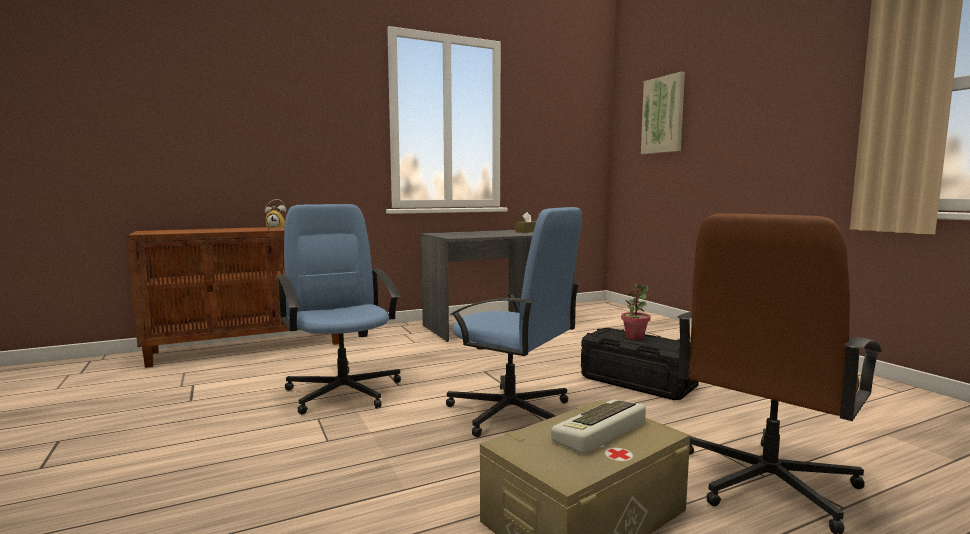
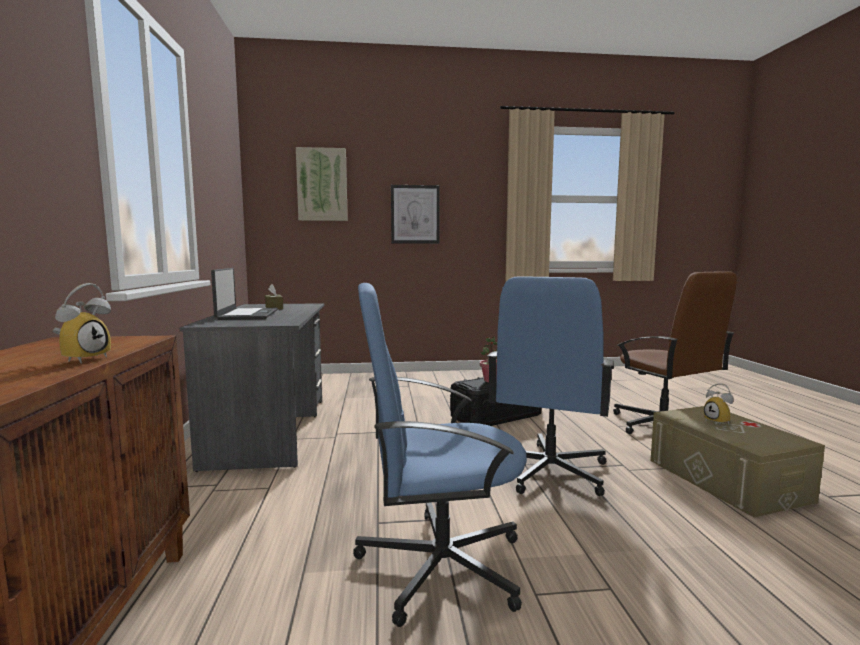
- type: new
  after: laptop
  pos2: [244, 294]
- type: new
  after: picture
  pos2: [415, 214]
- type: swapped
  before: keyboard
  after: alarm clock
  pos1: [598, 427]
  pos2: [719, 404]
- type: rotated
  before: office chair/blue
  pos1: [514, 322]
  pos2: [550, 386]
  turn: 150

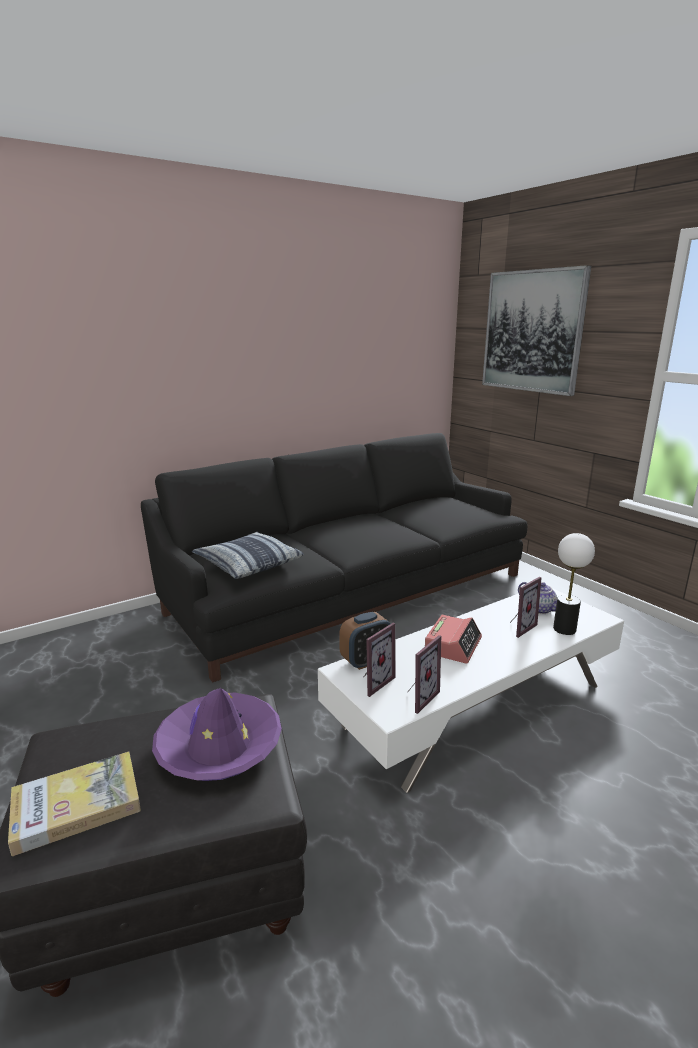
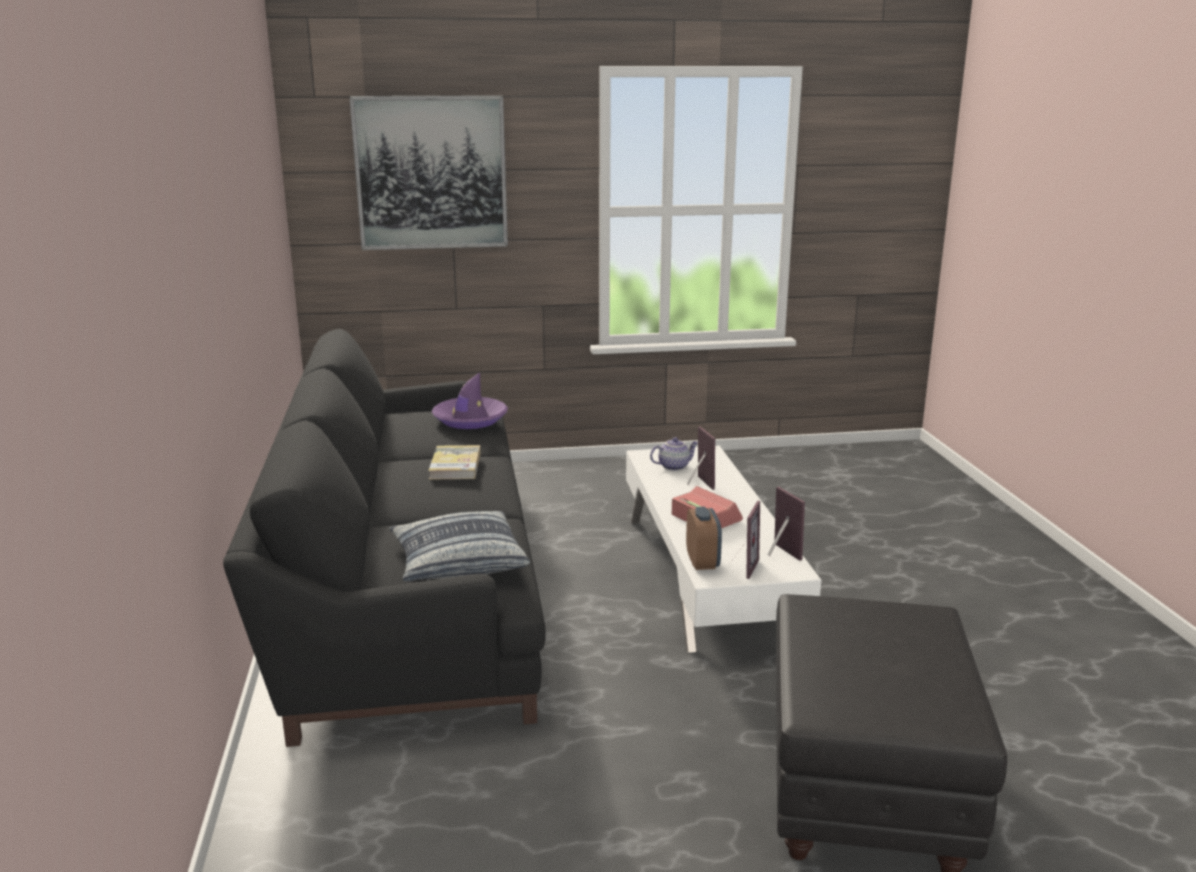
- type: gone
  before: table lamp
  pos1: [574, 584]
- type: shifted
  before: book
  pos1: [74, 803]
  pos2: [454, 462]
- type: shifted
  before: hat/purple
  pos1: [217, 734]
  pos2: [470, 400]
- type: rotated
  before: picture frame
  pos1: [379, 660]
  pos2: [745, 540]
  turn: 45

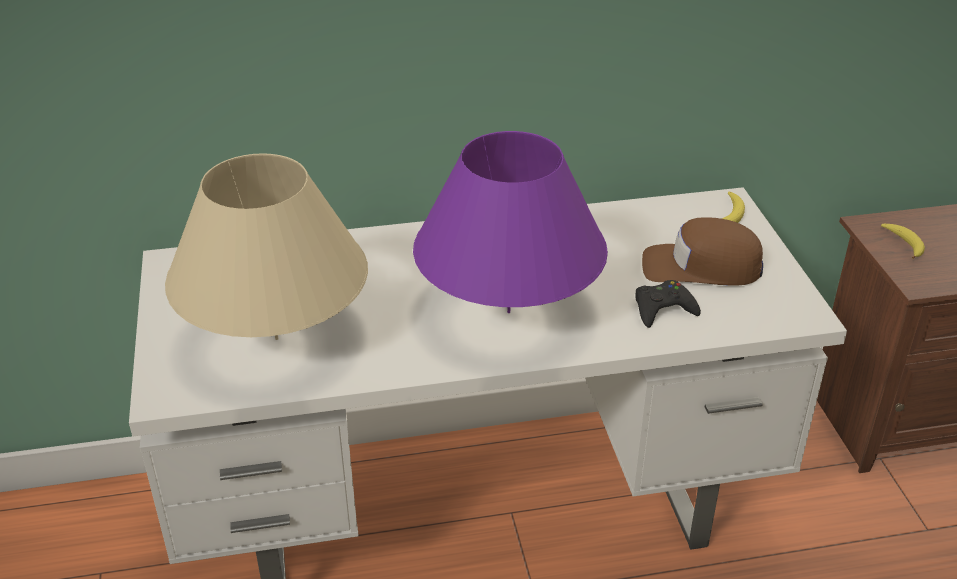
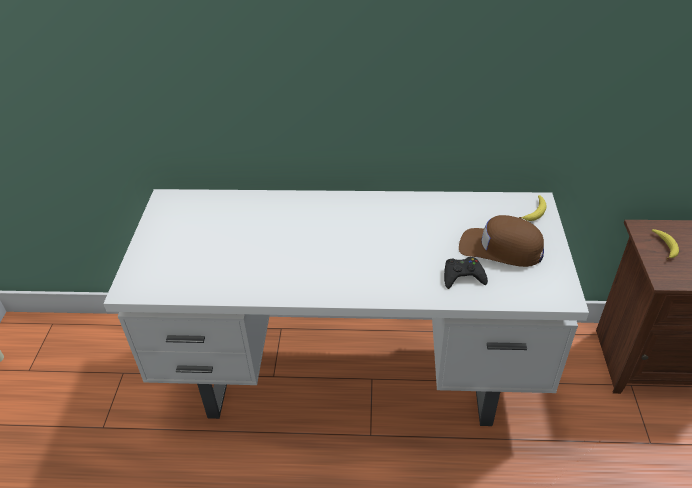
- type: gone
  before: table lamp/beige
  pos1: [266, 246]
- type: gone
  before: table lamp/purple
  pos1: [510, 222]

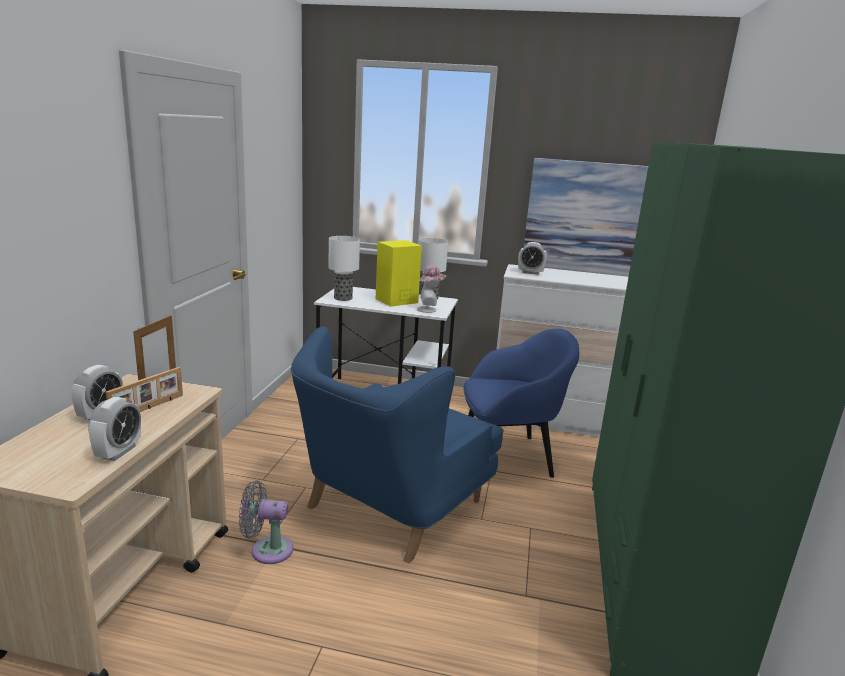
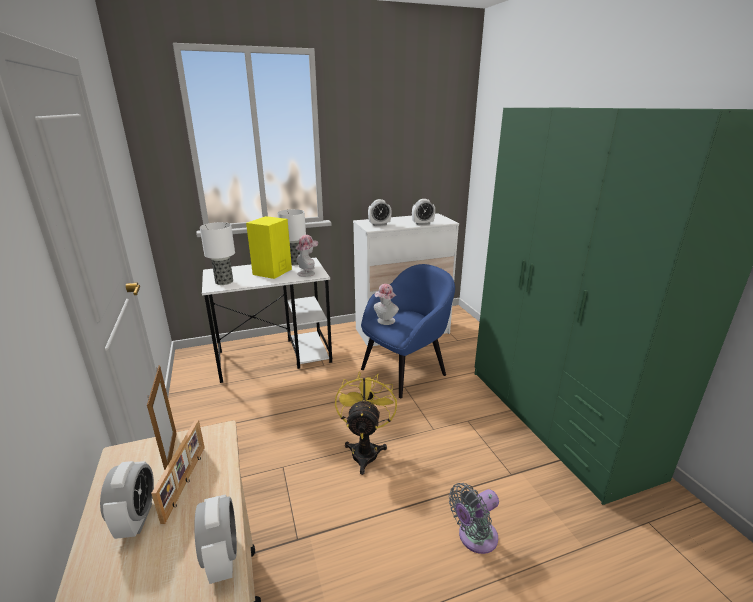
- type: gone
  before: picture
  pos1: [586, 217]
- type: new
  after: hat
  pos2: [386, 304]
- type: new
  after: alarm clock
  pos2: [423, 212]
- type: shifted
  before: fan/grey
  pos1: [266, 522]
  pos2: [474, 518]
- type: swapped
  before: armchair/blue
  after: fan/yellow
  pos1: [397, 445]
  pos2: [366, 423]

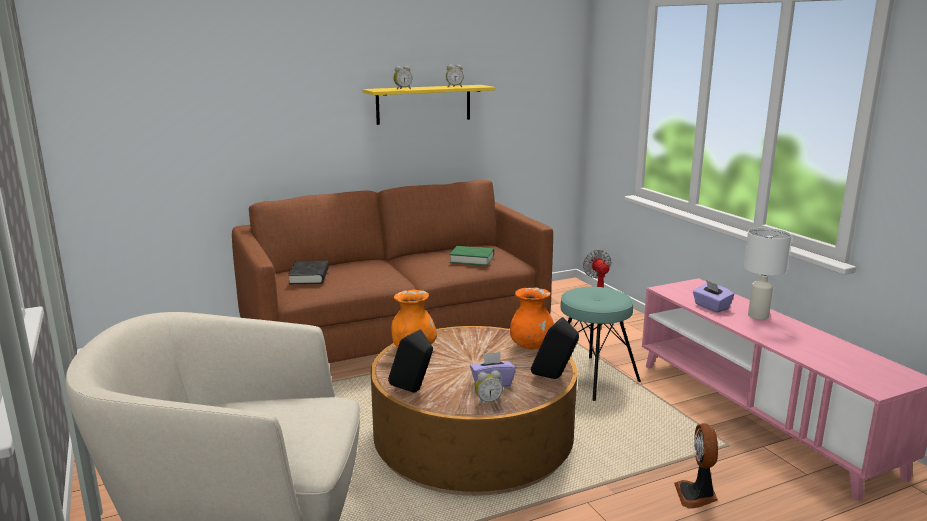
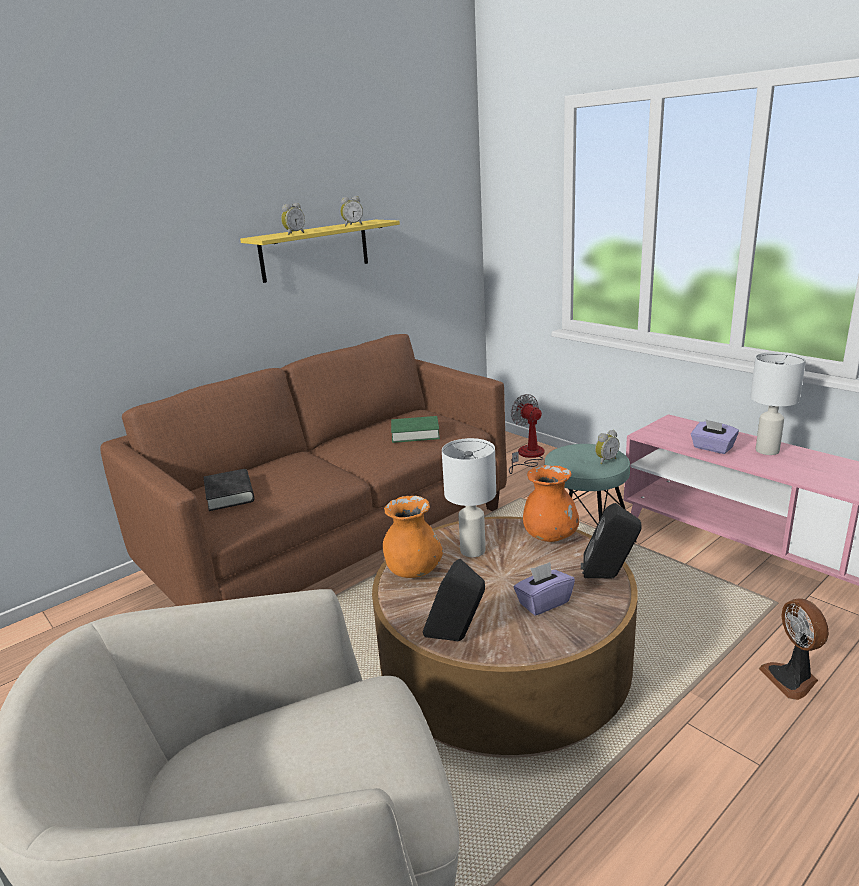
- type: new
  after: table lamp/white
  pos2: [469, 497]
- type: shifted
  before: alarm clock
  pos1: [489, 388]
  pos2: [607, 447]

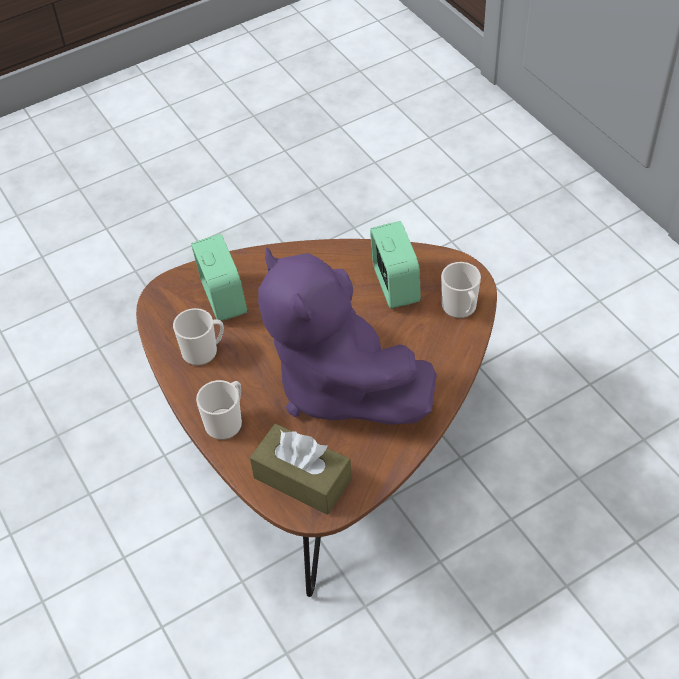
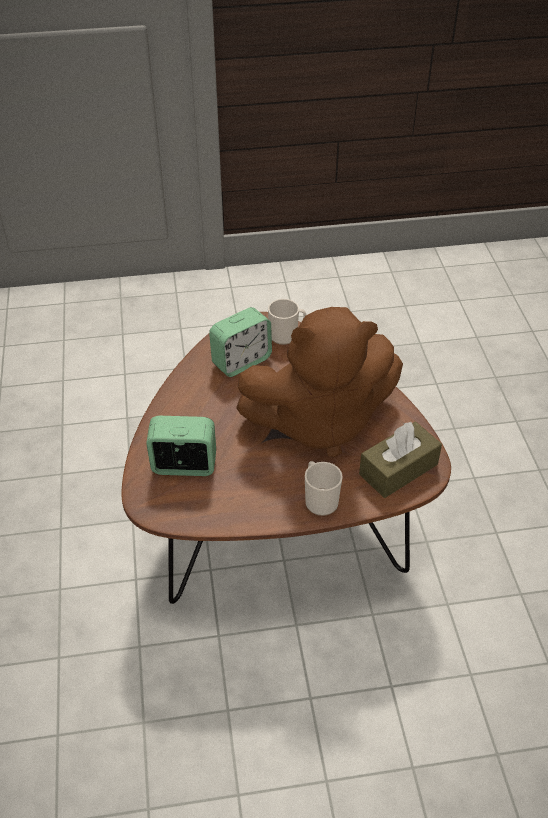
- type: gone
  before: mug
  pos1: [198, 337]
- type: repainted
  before: plush toy/purple
  after: plush toy/brown
  pos1: [347, 336]
  pos2: [319, 382]
- type: rotated
  before: alarm clock
  pos1: [395, 265]
  pos2: [240, 342]
  turn: 135

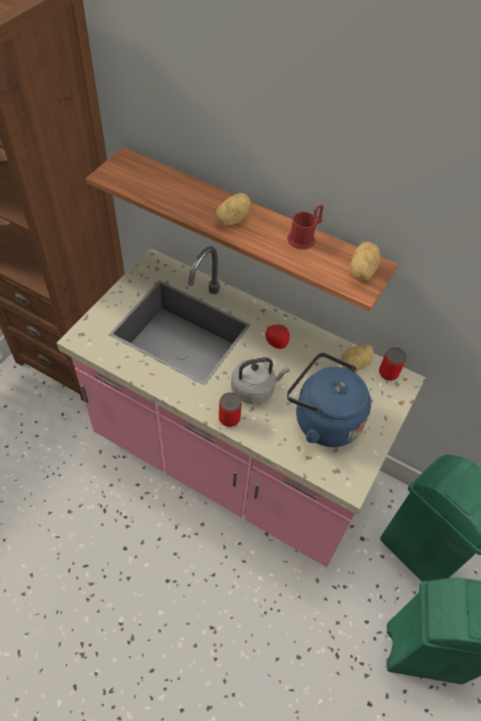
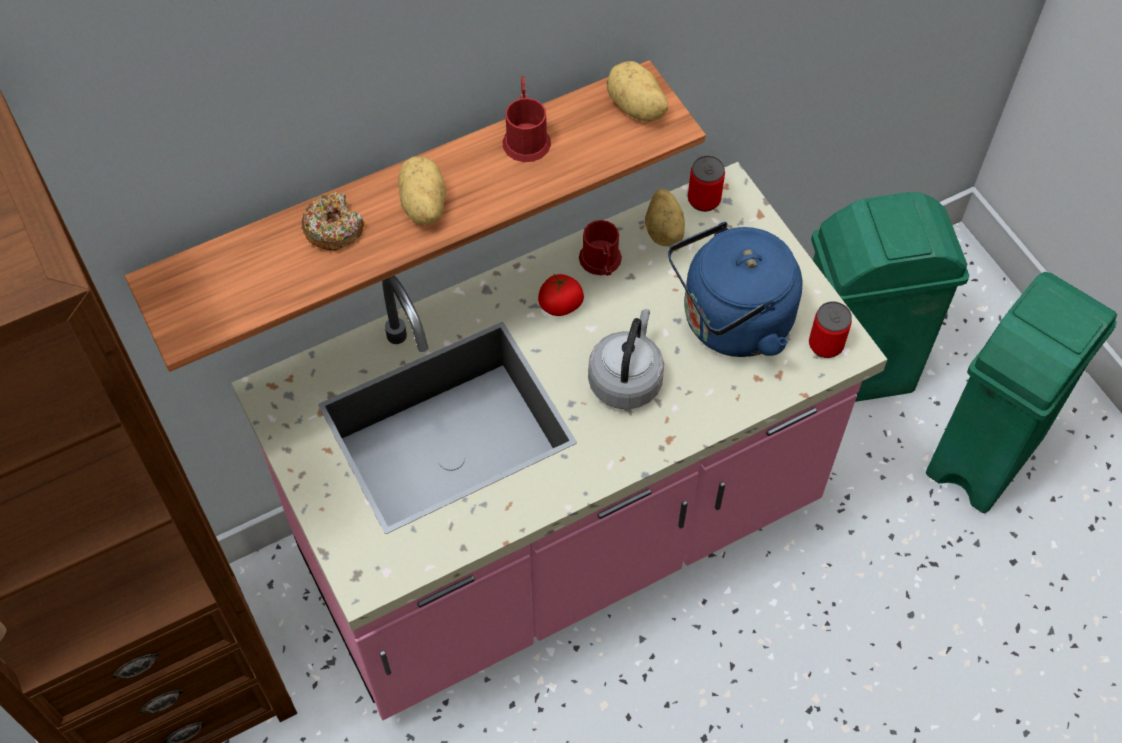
- type: new
  after: donut
  pos2: [333, 221]
- type: new
  after: mug/red
  pos2: [600, 248]
- type: shifted
  before: can
  pos1: [230, 409]
  pos2: [830, 330]

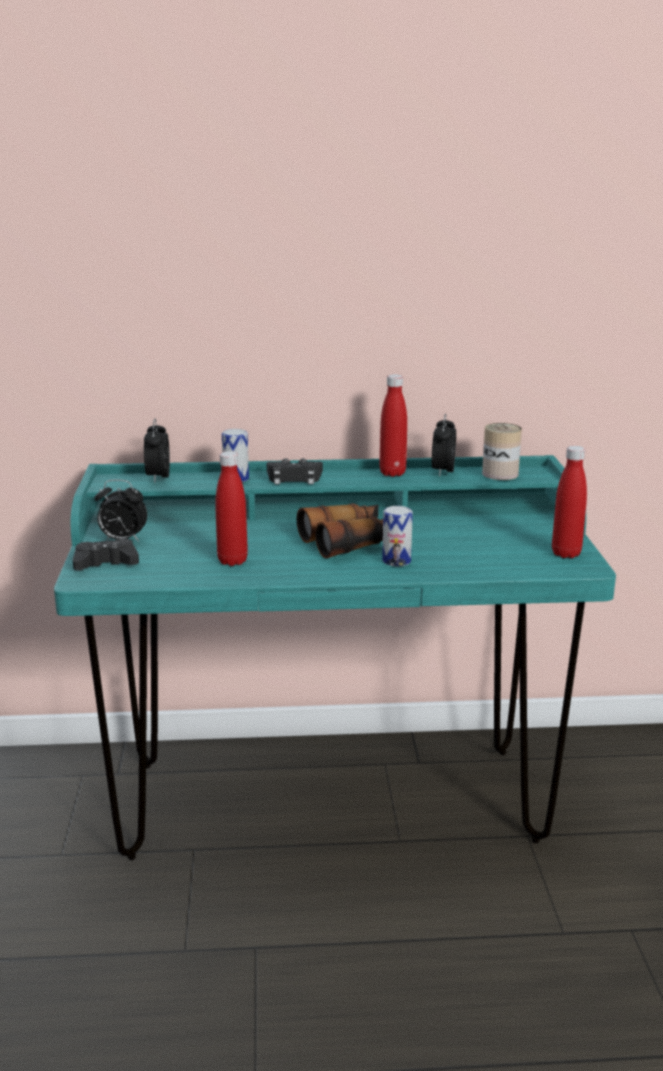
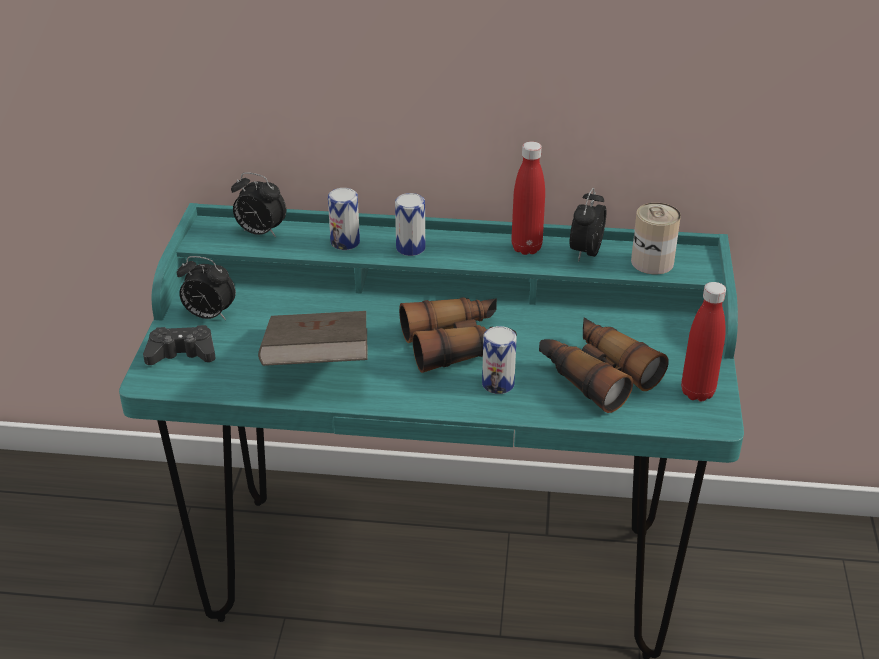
- type: new
  after: binoculars
  pos2: [604, 365]
- type: swapped
  before: bottle/red
  after: book/brown
  pos1: [231, 508]
  pos2: [313, 338]
- type: swapped
  before: game controller/black
  after: can
  pos1: [295, 471]
  pos2: [410, 224]
- type: rotated
  before: alarm clock
  pos1: [157, 451]
  pos2: [258, 204]
  turn: -75

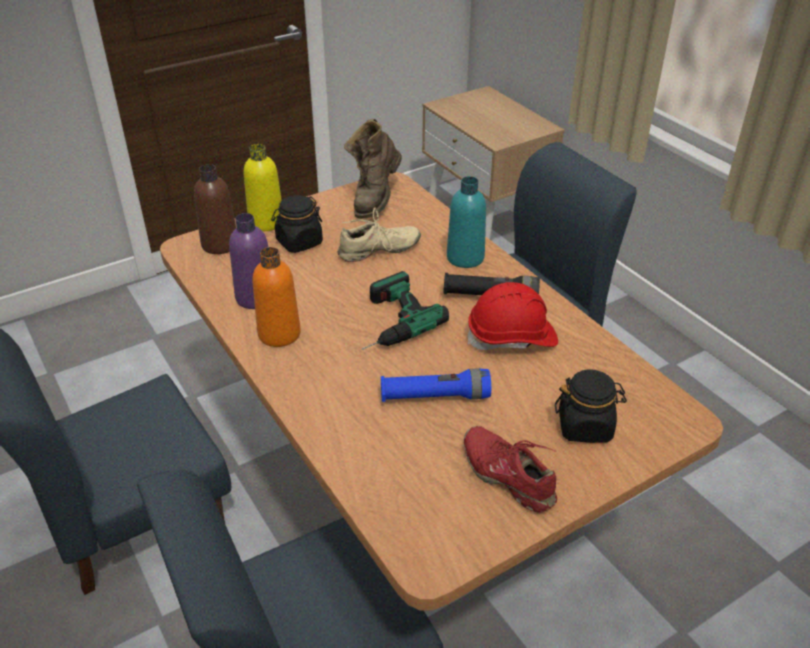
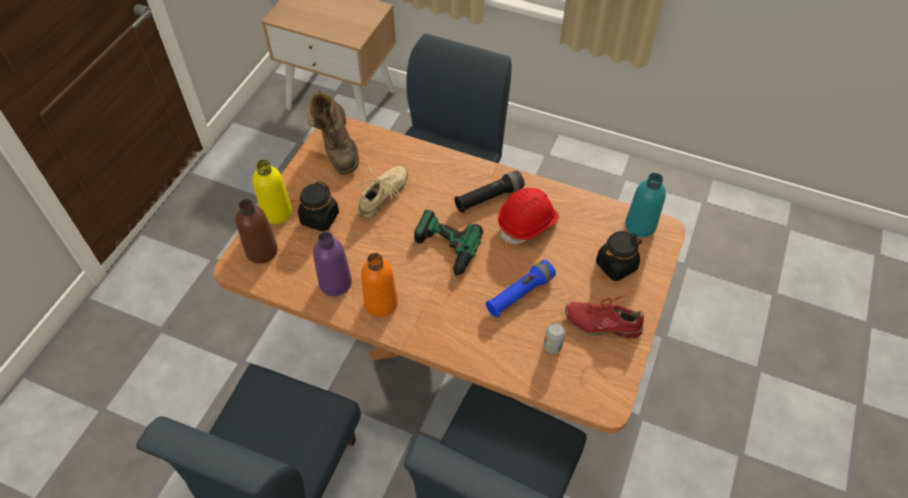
- type: new
  after: can
  pos2: [554, 338]
- type: shifted
  before: bottle/turquoise
  pos1: [466, 222]
  pos2: [645, 205]

